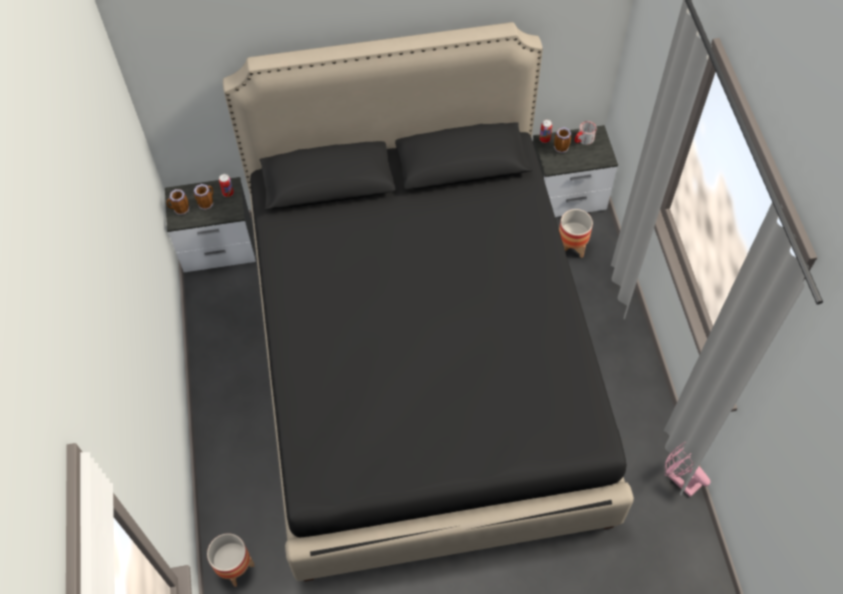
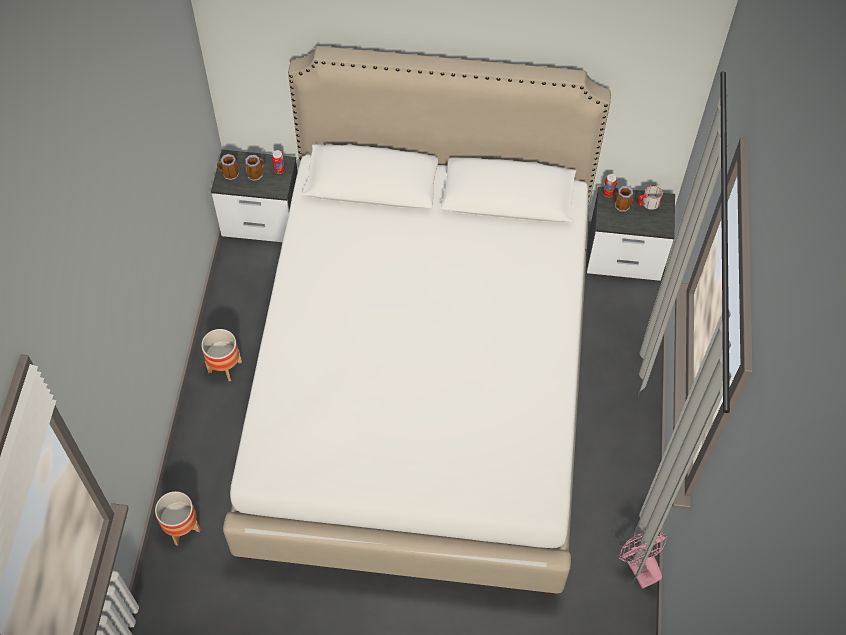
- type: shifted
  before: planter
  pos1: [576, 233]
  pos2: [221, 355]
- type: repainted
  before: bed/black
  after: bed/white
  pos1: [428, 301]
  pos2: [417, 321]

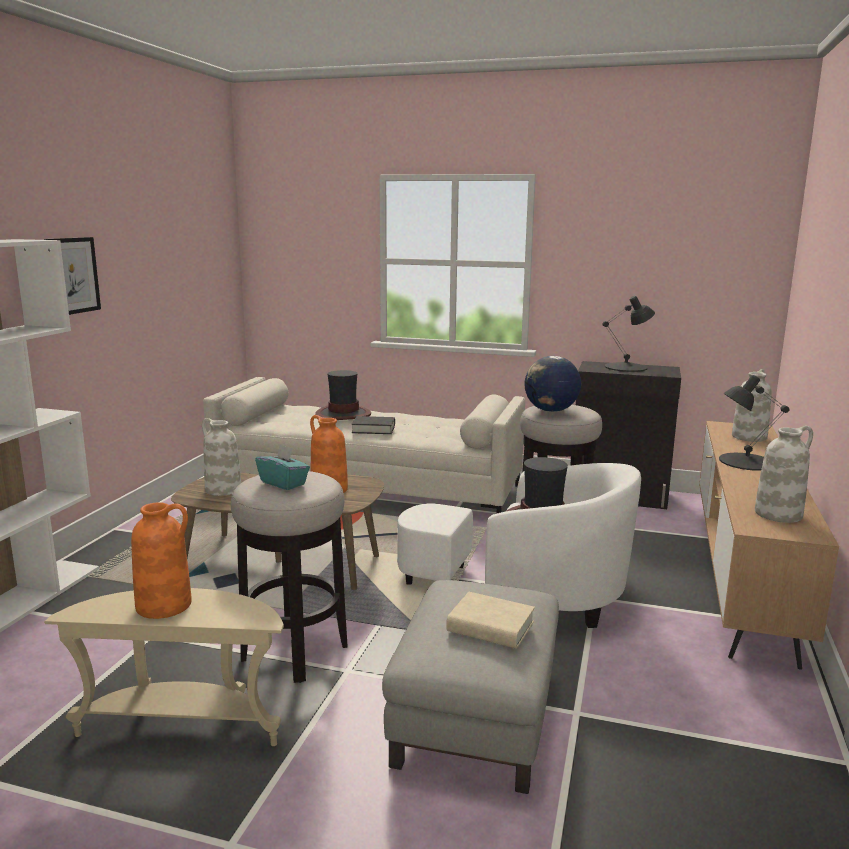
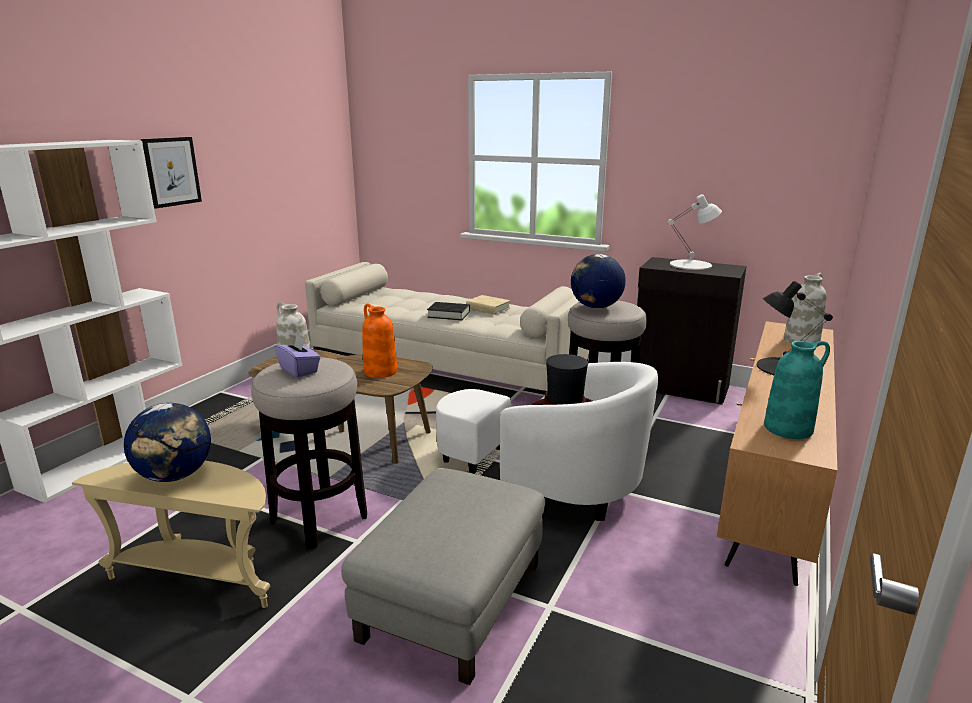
- type: gone
  before: hat
  pos1: [343, 395]
- type: shifted
  before: book/beige
  pos1: [490, 620]
  pos2: [488, 305]
- type: swapped
  before: vase/orange
  after: globe
  pos1: [161, 560]
  pos2: [167, 442]
- type: repainted
  before: tissue box/turquoise
  after: tissue box/purple
  pos1: [282, 467]
  pos2: [298, 356]
- type: repainted
  before: table lamp/black
  after: table lamp/white
  pos1: [628, 334]
  pos2: [695, 232]
- type: repainted
  before: vase/white
  after: vase/turquoise
  pos1: [784, 474]
  pos2: [797, 390]

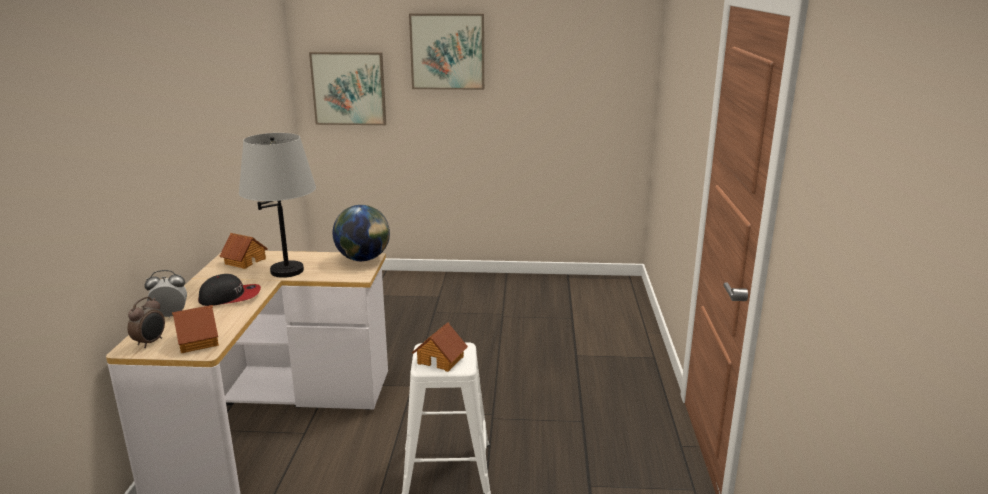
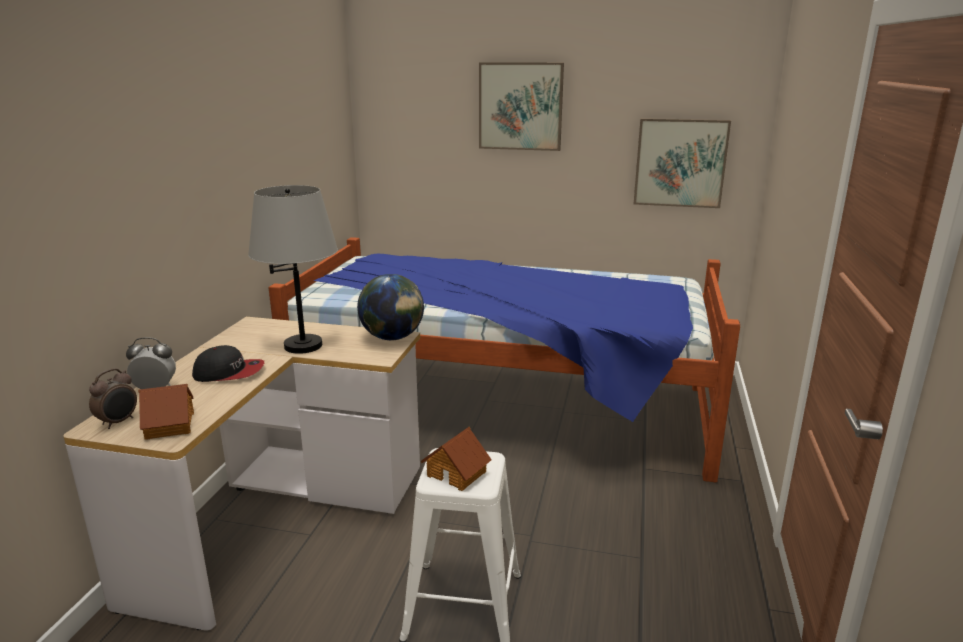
- type: gone
  before: toy house
  pos1: [243, 251]
- type: new
  after: bed
  pos2: [504, 359]
- type: shifted
  before: picture
  pos1: [347, 88]
  pos2: [682, 163]

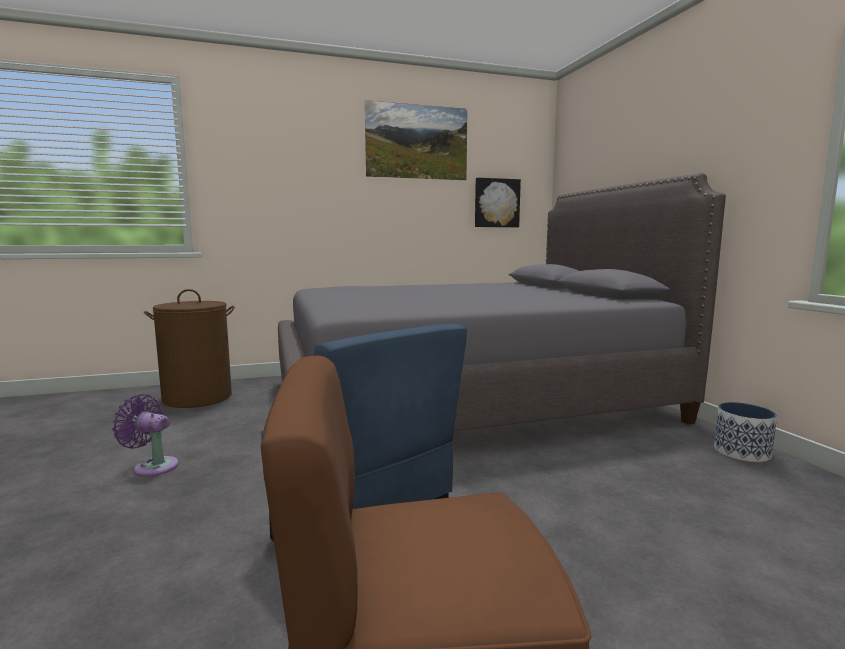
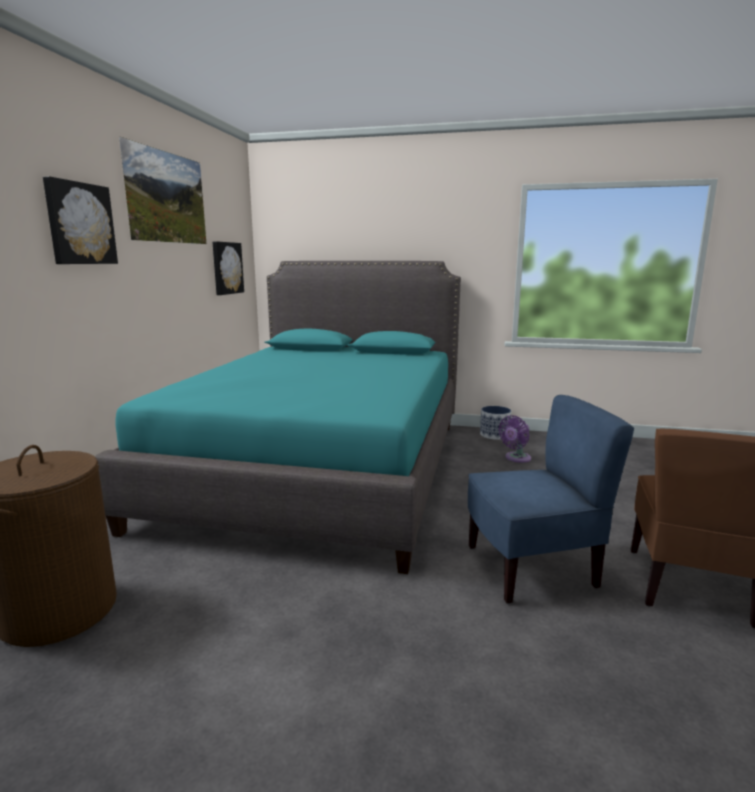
- type: new
  after: picture
  pos2: [80, 220]
- type: shifted
  before: fan/purple
  pos1: [145, 435]
  pos2: [514, 439]
- type: repainted
  before: bed/grey
  after: bed/turquoise
  pos1: [502, 302]
  pos2: [278, 417]

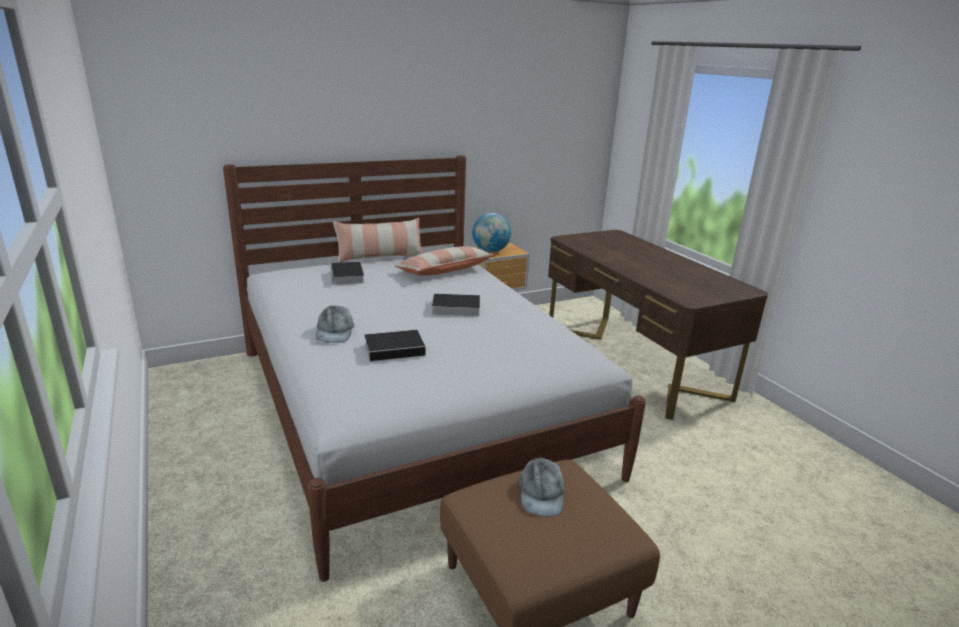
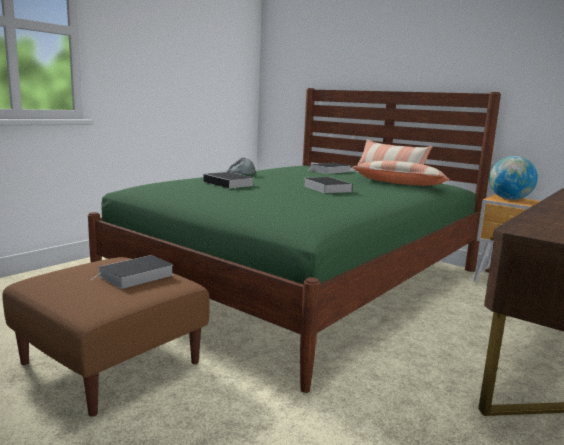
- type: swapped
  before: cap/grey
  after: book
  pos1: [542, 486]
  pos2: [132, 272]
- type: repainted
  before: bed/white
  after: bed/green
  pos1: [434, 368]
  pos2: [294, 240]

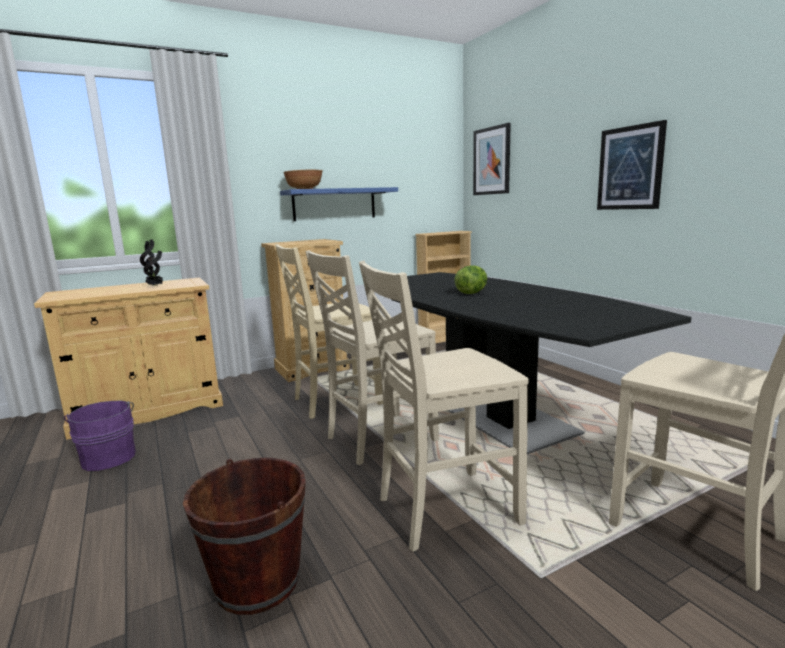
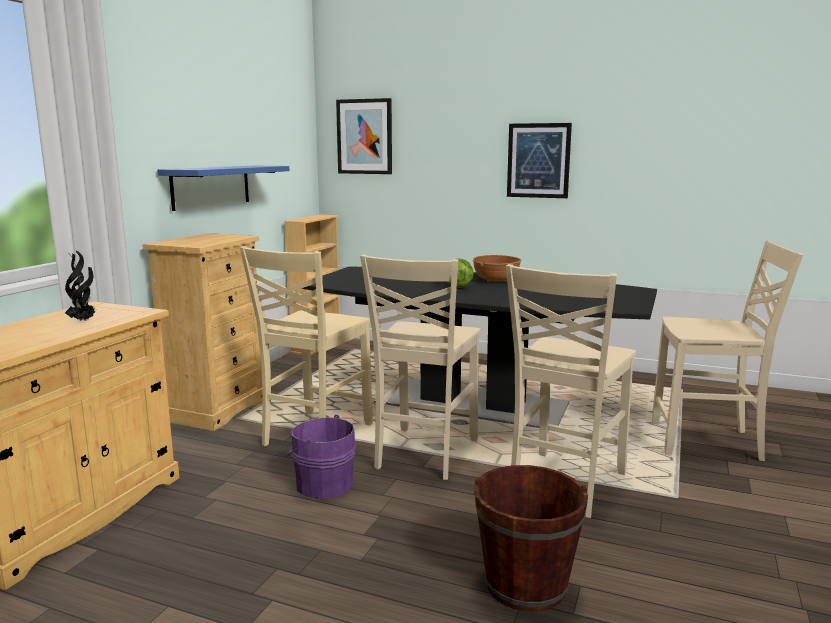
- type: shifted
  before: bucket/purple
  pos1: [100, 436]
  pos2: [320, 457]
- type: shifted
  before: bowl/brown
  pos1: [303, 179]
  pos2: [497, 268]

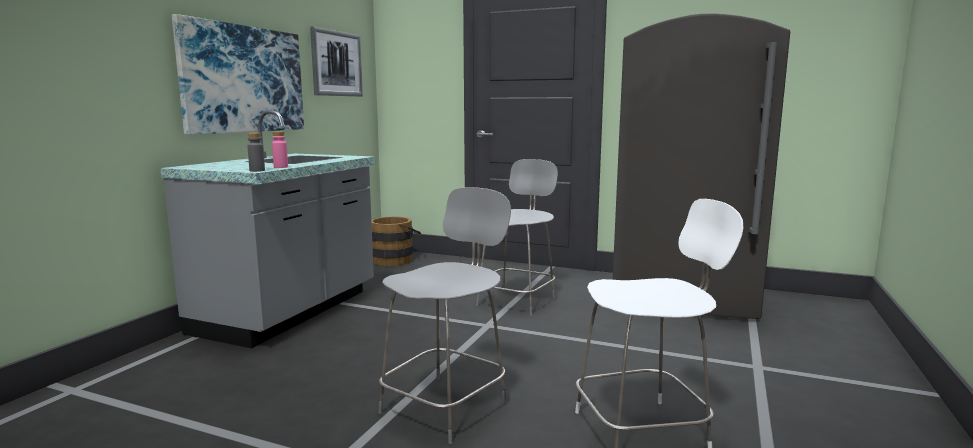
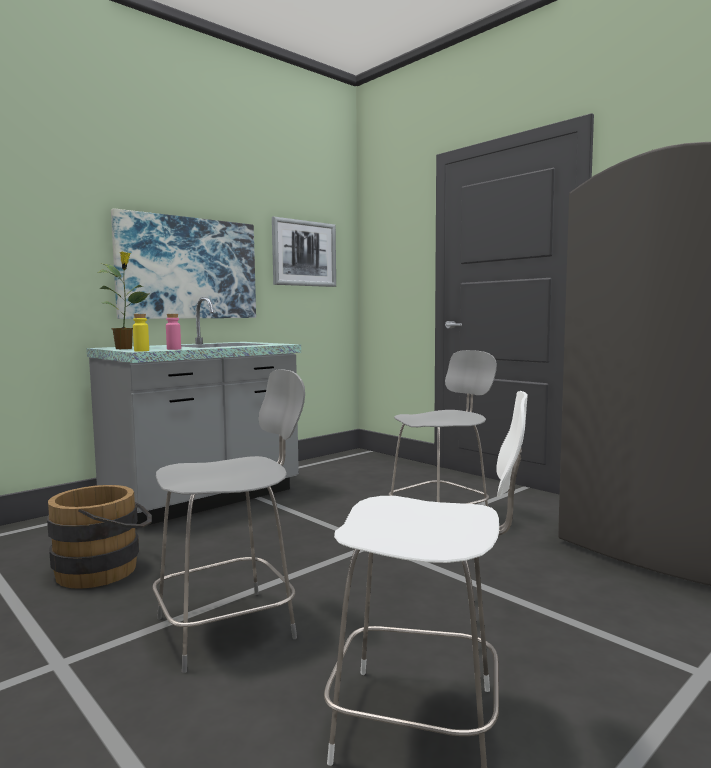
- type: new
  after: potted plant
  pos2: [124, 300]
- type: shifted
  before: bucket/brown
  pos1: [396, 241]
  pos2: [99, 537]
- type: repainted
  before: bottle/grey
  after: bottle/yellow
  pos1: [256, 152]
  pos2: [141, 332]

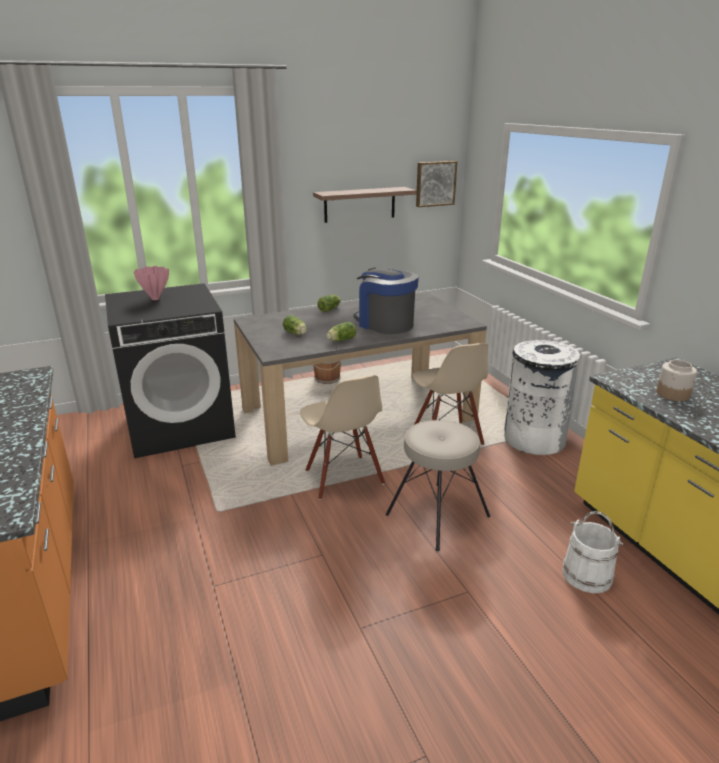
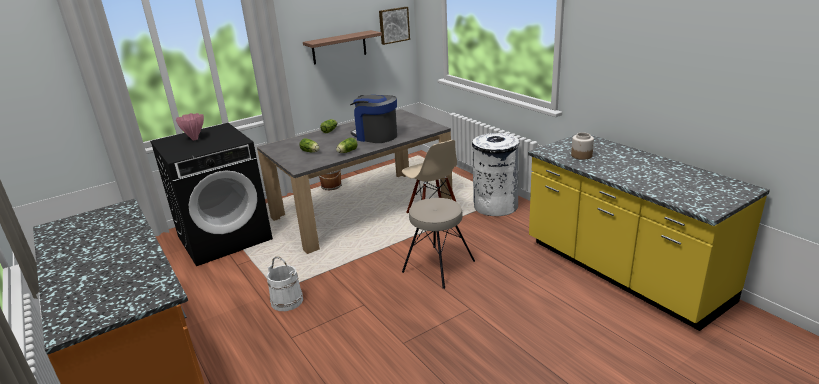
- type: gone
  before: chair/beige
  pos1: [342, 437]
- type: shifted
  before: bucket/white
  pos1: [593, 552]
  pos2: [285, 283]

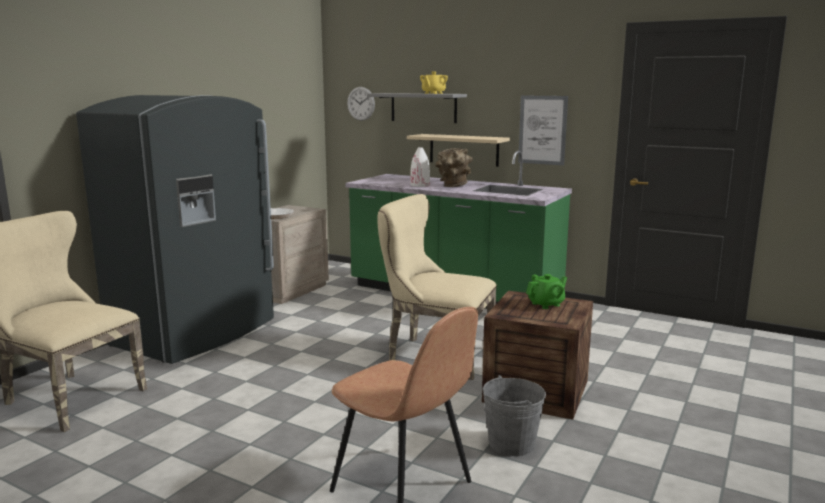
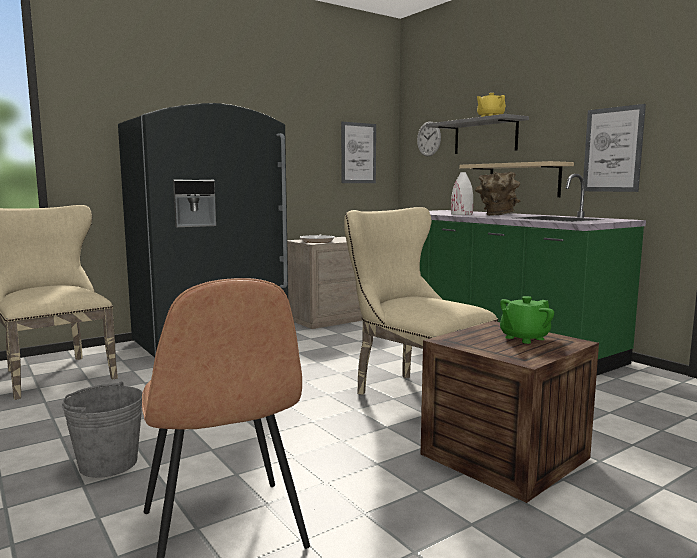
- type: new
  after: picture
  pos2: [358, 152]
- type: shifted
  before: bucket/grey
  pos1: [514, 415]
  pos2: [102, 430]
- type: rotated
  before: teapot/green
  pos1: [546, 291]
  pos2: [527, 320]
  turn: 150

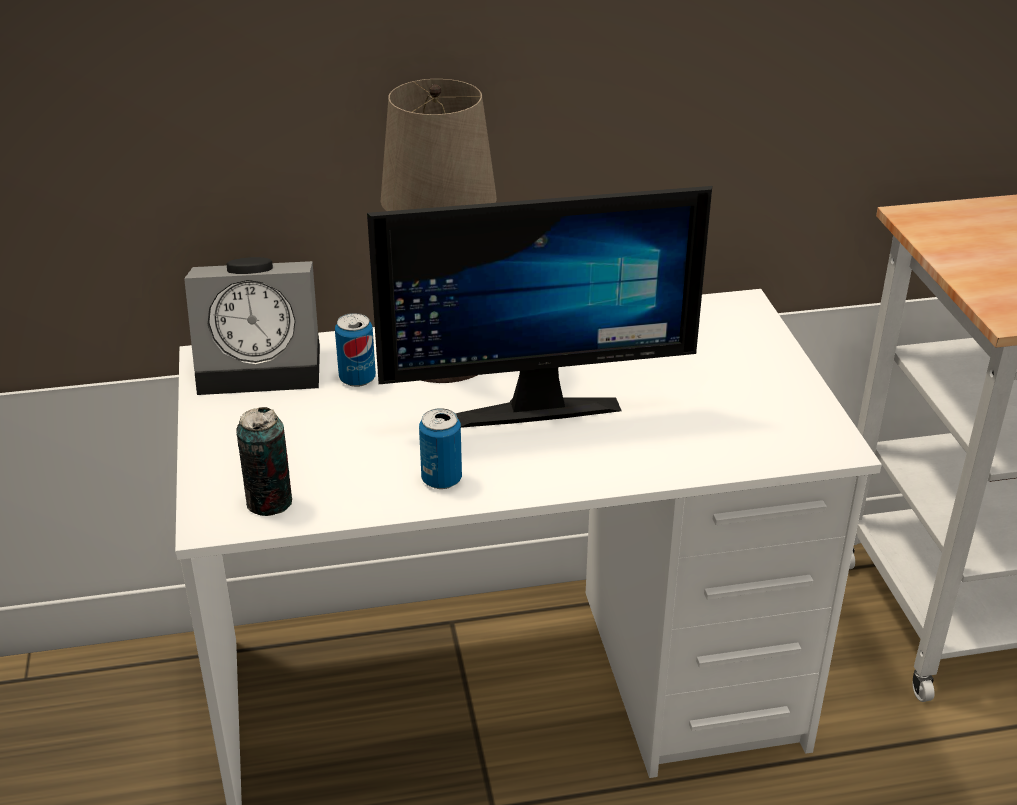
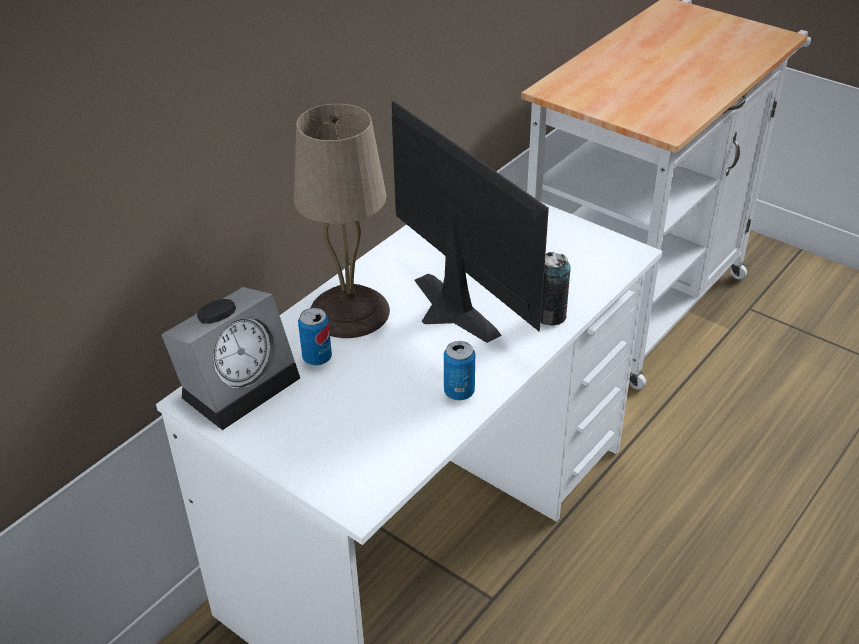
- type: shifted
  before: can
  pos1: [264, 461]
  pos2: [556, 289]
- type: rotated
  before: monitor
  pos1: [539, 307]
  pos2: [470, 222]
  turn: -75

